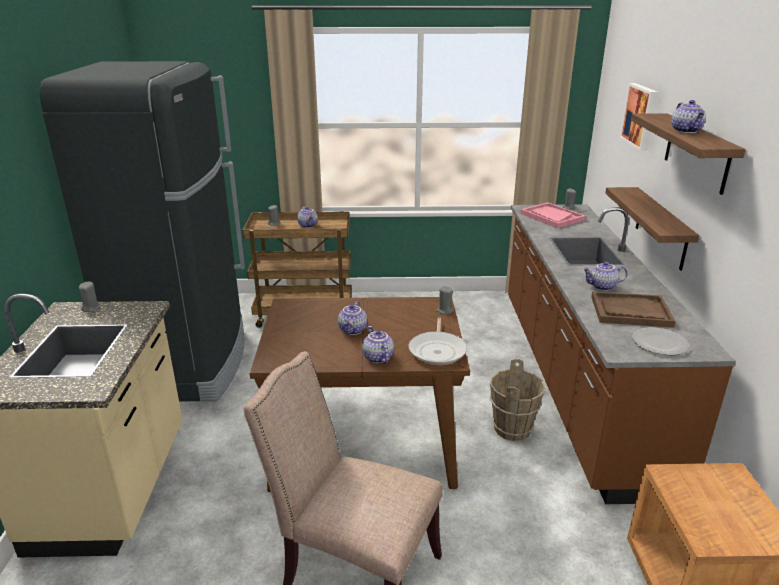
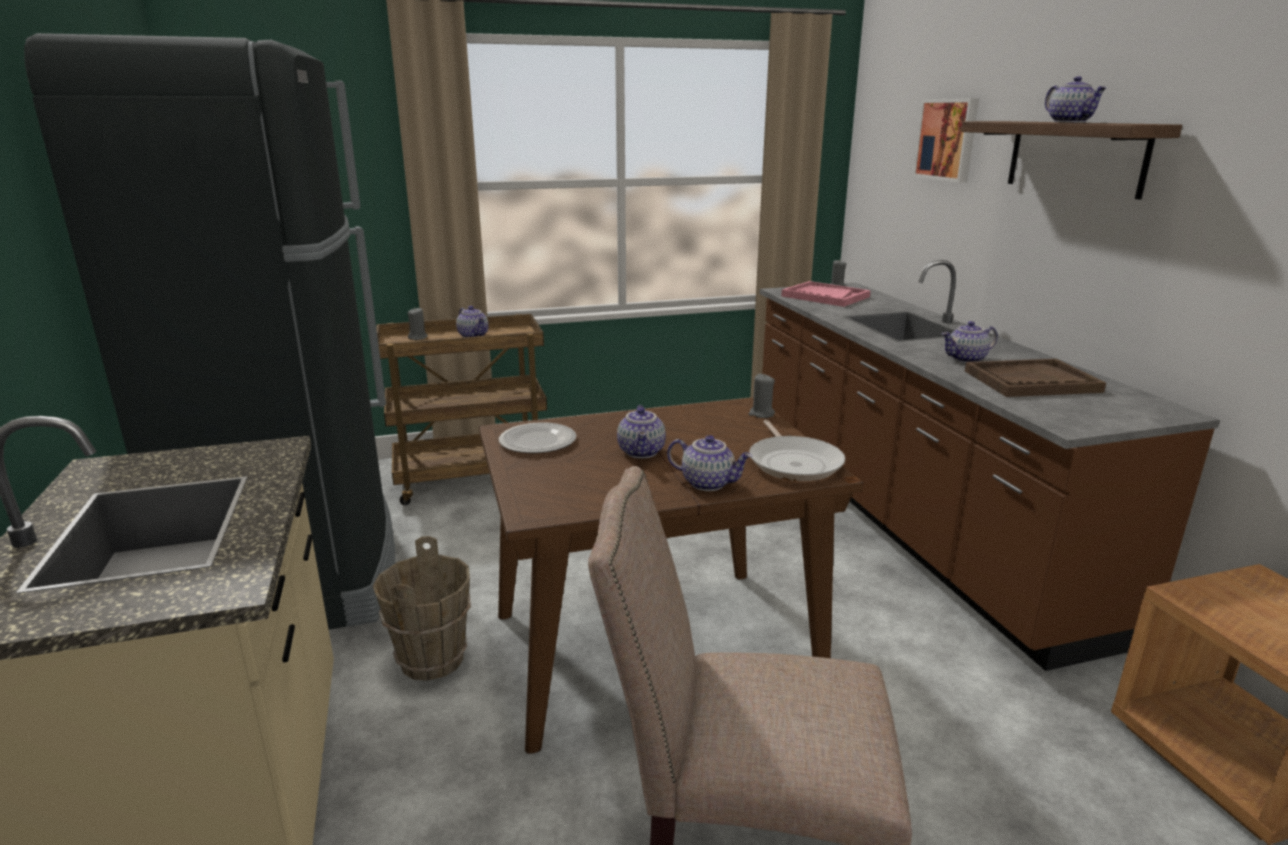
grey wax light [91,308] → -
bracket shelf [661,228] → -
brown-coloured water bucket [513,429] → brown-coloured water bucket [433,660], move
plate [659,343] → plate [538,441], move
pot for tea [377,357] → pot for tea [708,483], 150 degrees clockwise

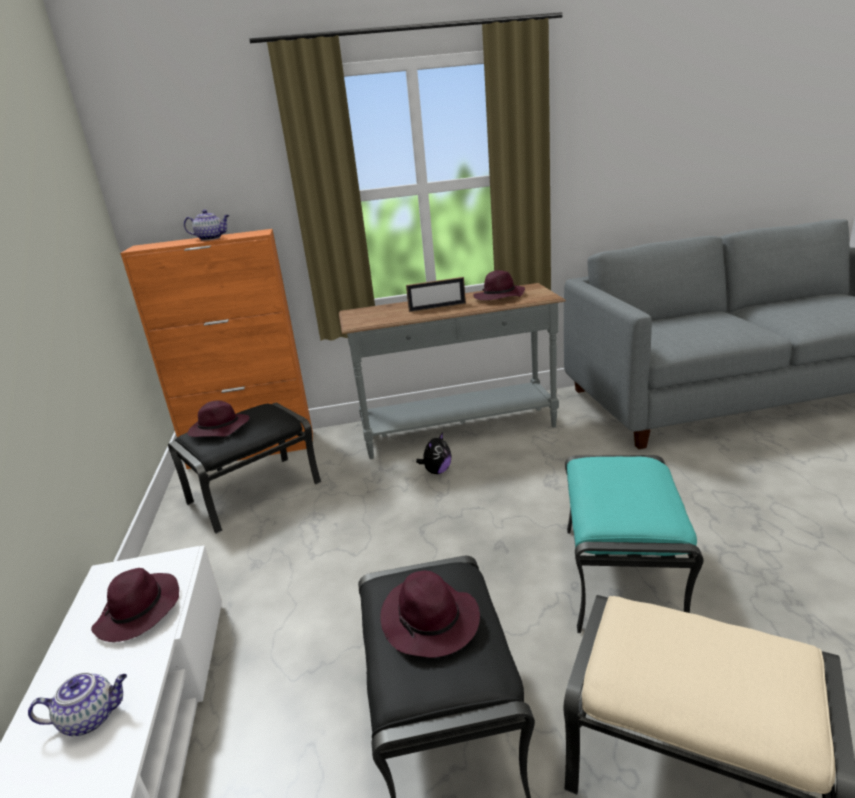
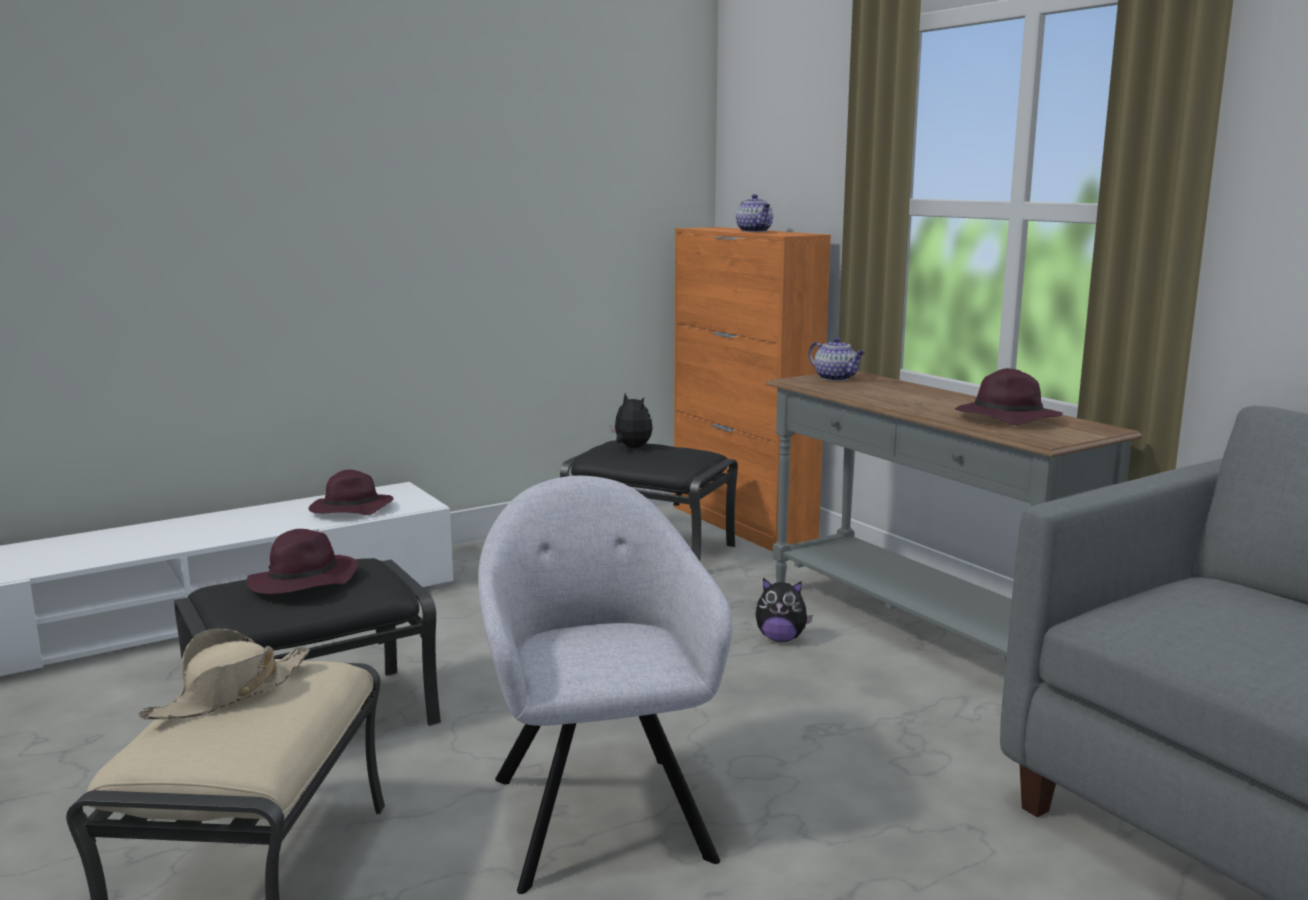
photo frame [437,307] → -
- → sand-coloured clothing hat [229,694]
pot for tea [91,717] → pot for tea [836,378], move
purple-coloured clothing hat [218,429] → soft toy [631,447]
turquoise-coloured ottoman [619,575] → grey lounge chair [598,810]

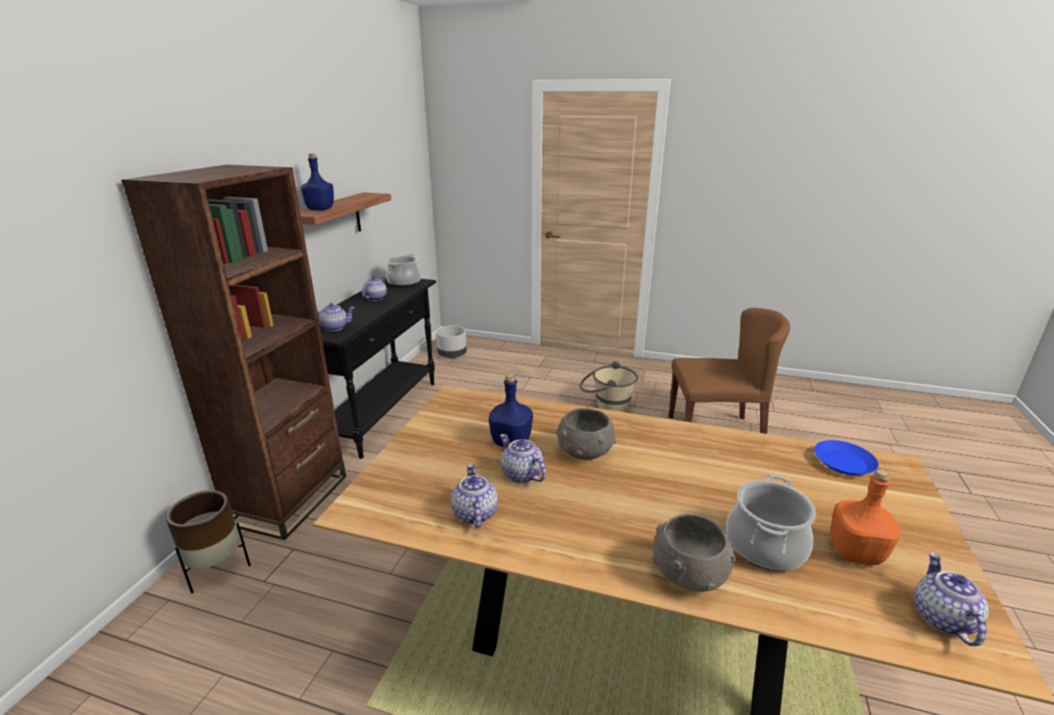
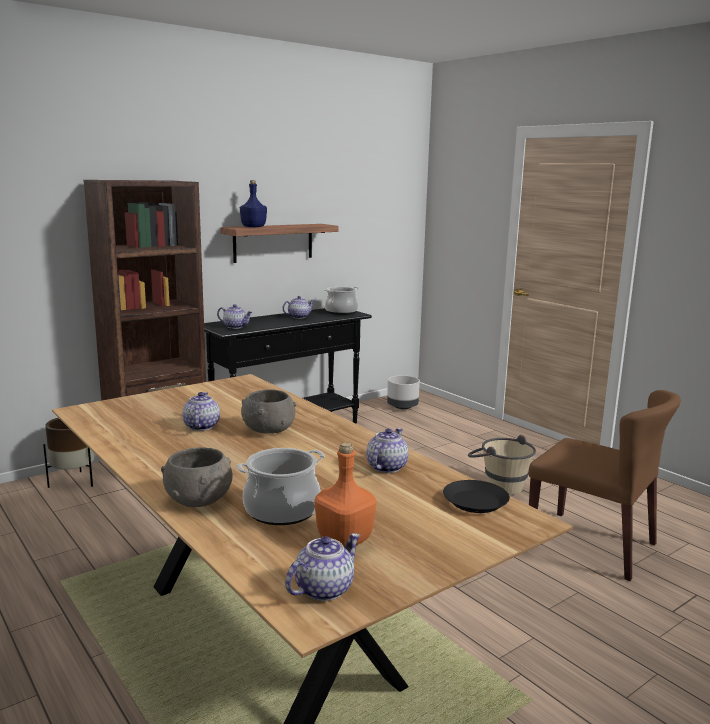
blue-coloured drink bottle [510,442] → -
pot for tea [474,513] → pot for tea [386,467], move
blue-coloured plate [843,463] → blackish plate [474,502]

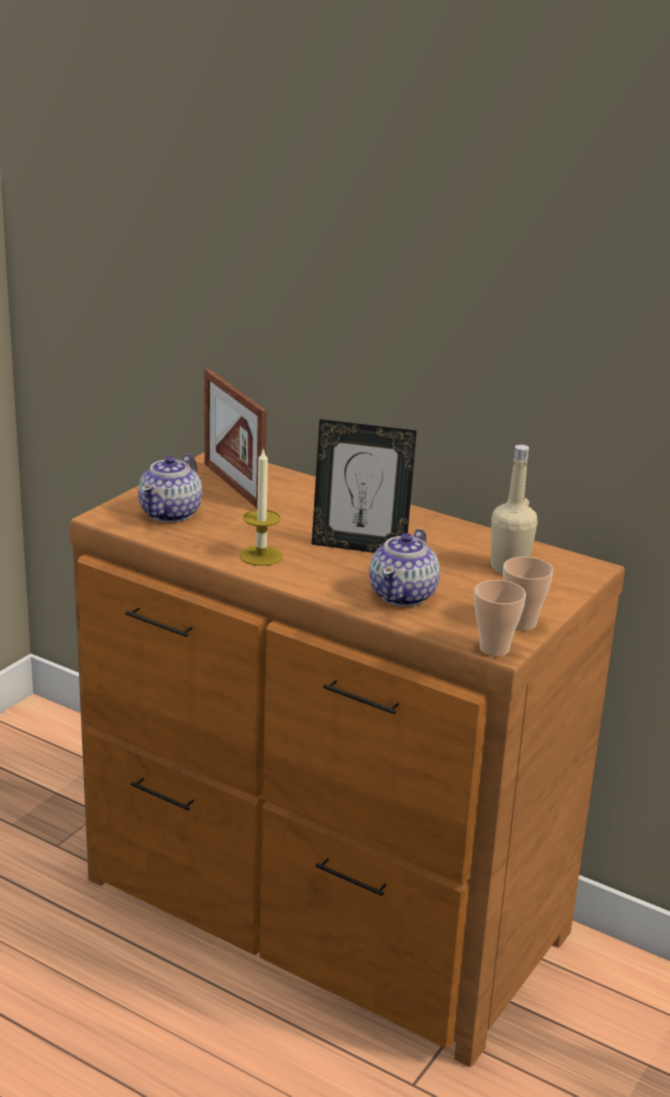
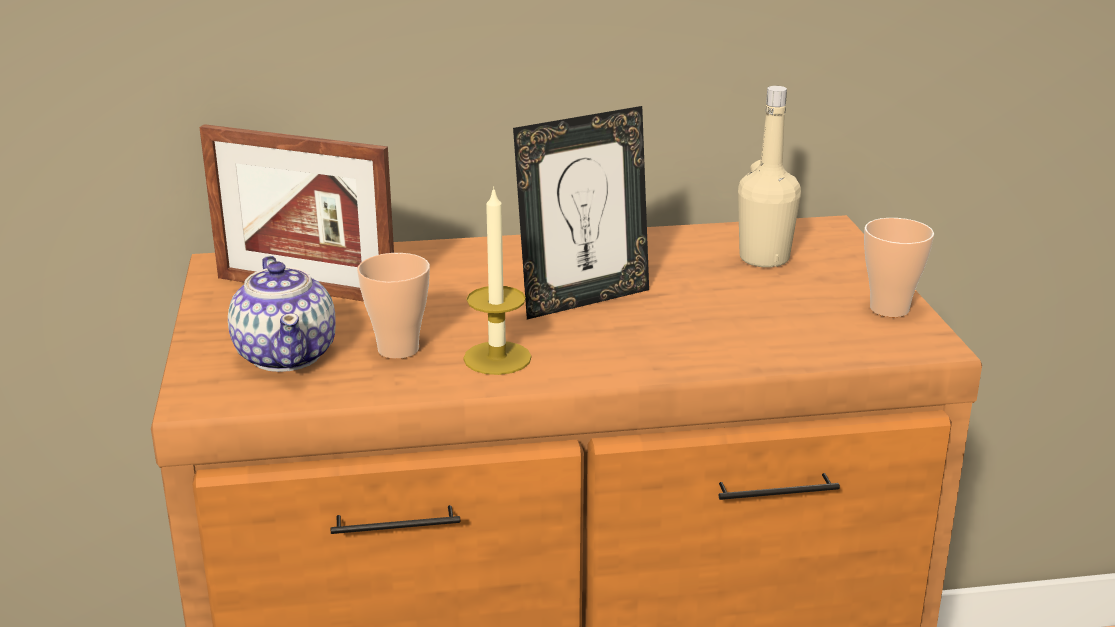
pot for tea [404,595] → -
drinking cup [494,649] → drinking cup [398,349], move

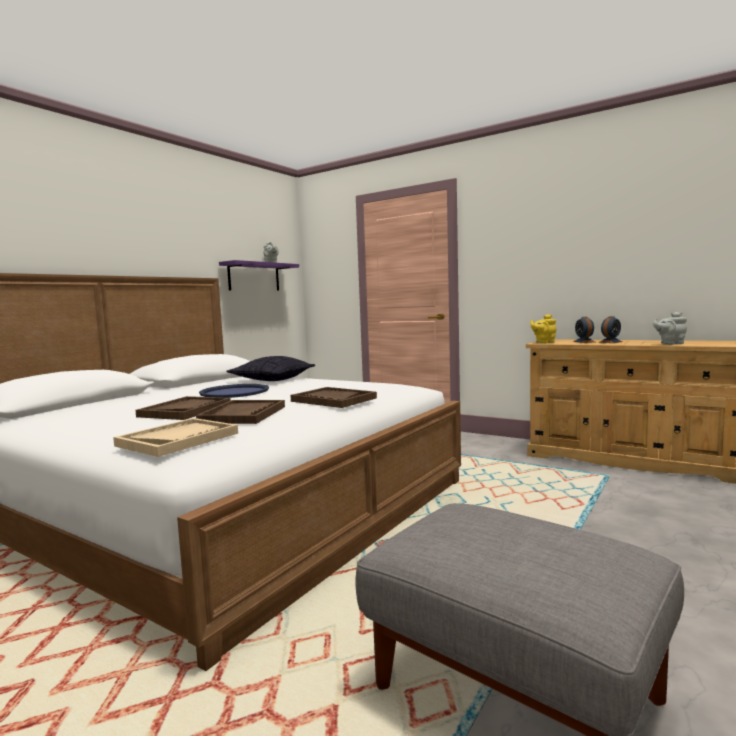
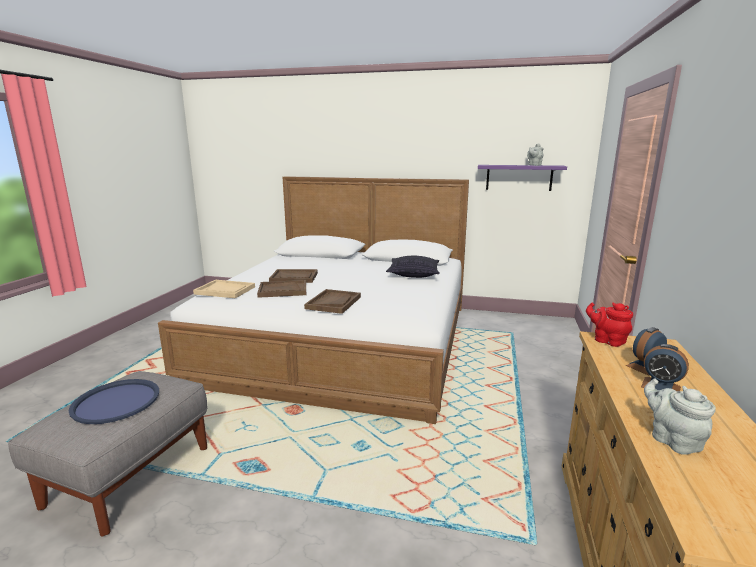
blue-coloured tray [234,392] → blue-coloured tray [116,402], move
yellow pot for tea [543,342] → reddish pot for tea [607,340]

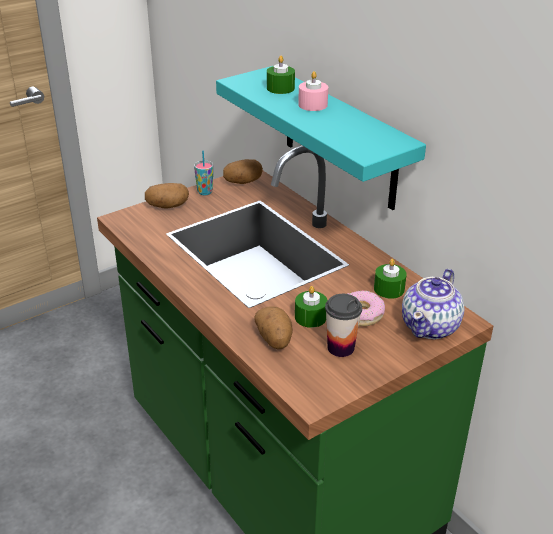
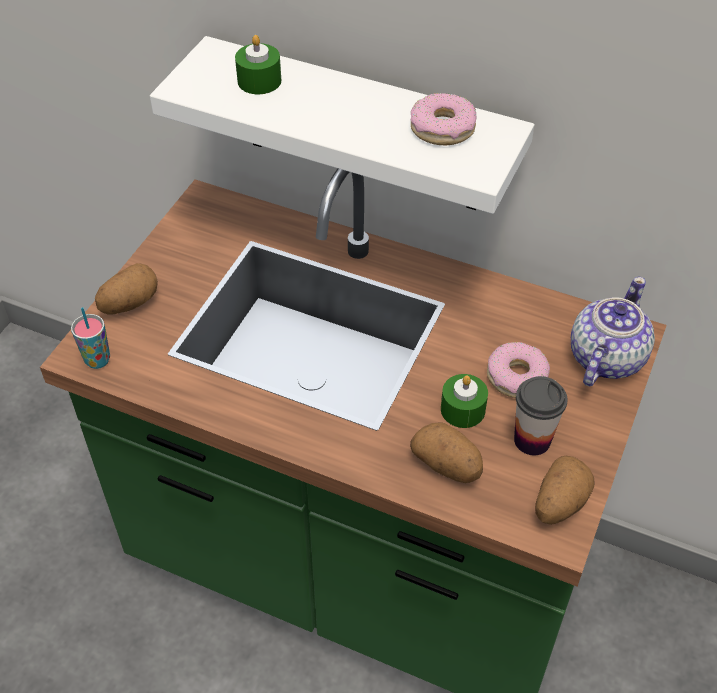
pink-coloured wax light [312,105] → -
green wax light [389,289] → -
- → donut [442,128]
drinking cup [205,192] → drinking cup [97,360], move
whole potato [243,182] → whole potato [559,503], move
turquoise-coloured bracket shelf [340,138] → whitish bracket shelf [362,127]
pot for tea [431,326] → pot for tea [605,358], 150 degrees counterclockwise

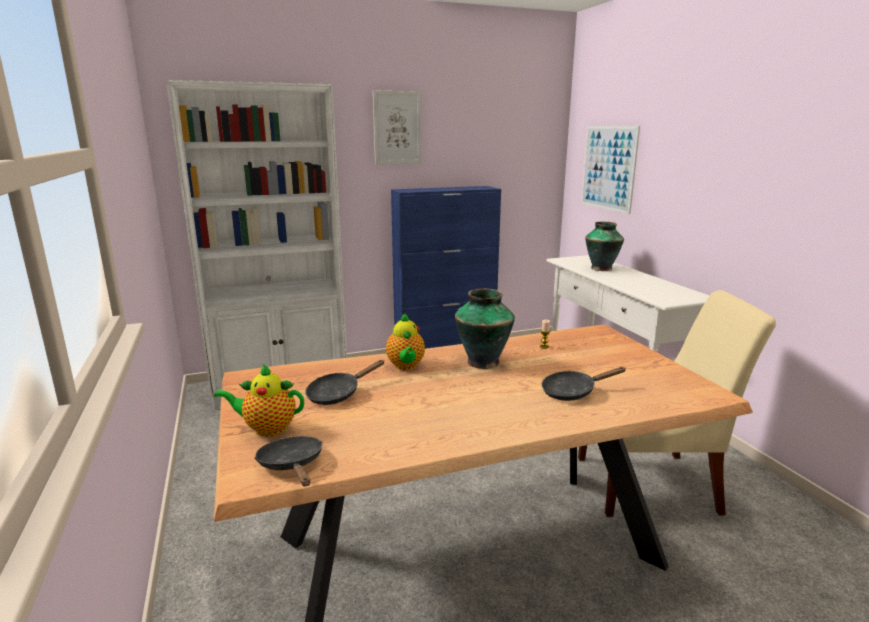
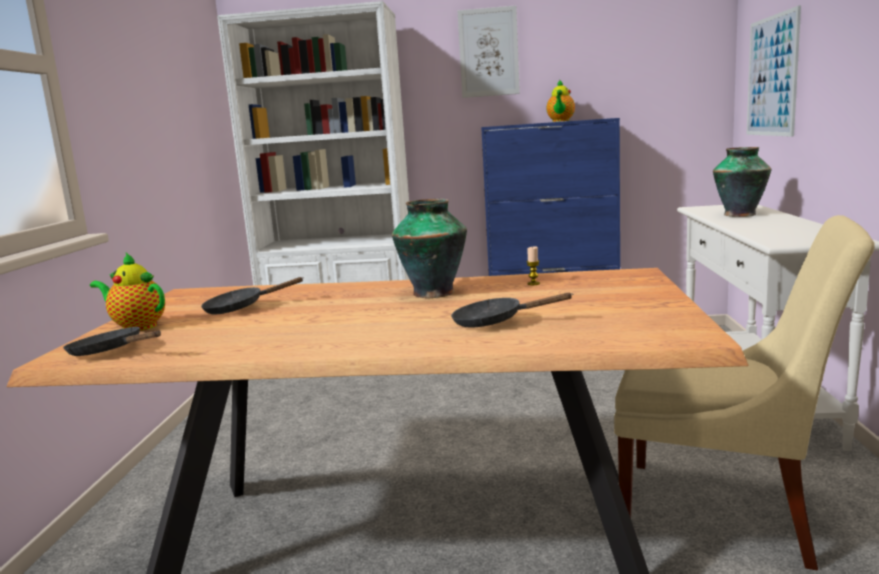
pot for tea [406,366] → pot for tea [560,121], move
blackish skillet [292,465] → blackish skillet [111,352], 60 degrees counterclockwise

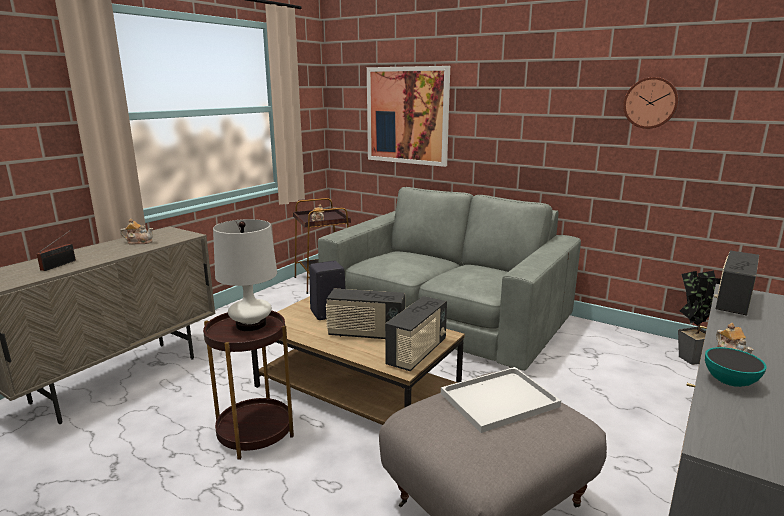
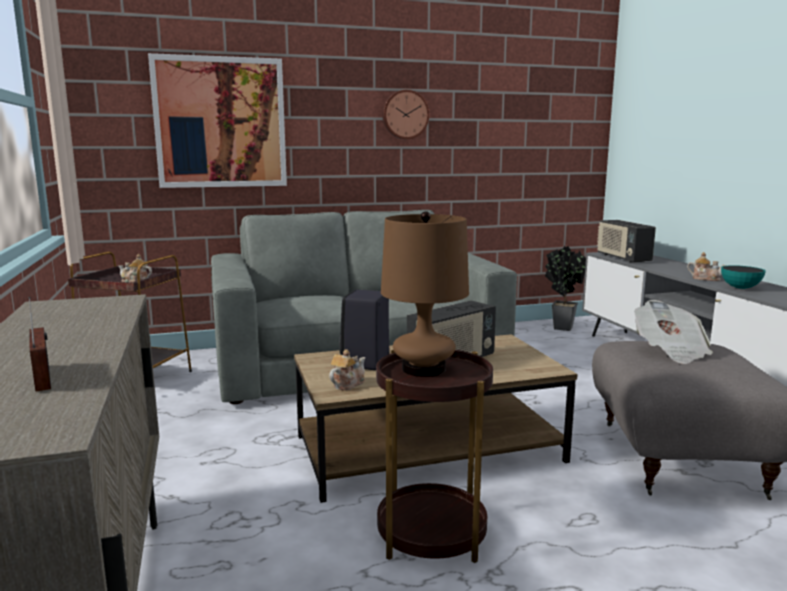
radio [417,353] → -
pot for tea [139,242] → pot for tea [347,384], move
hanging clock [651,103] → hanging clock [405,114], move
whitish tray [498,401] → daily paper [670,351]
whitish tabletop lamp [251,324] → brown-coloured tabletop lamp [424,369]

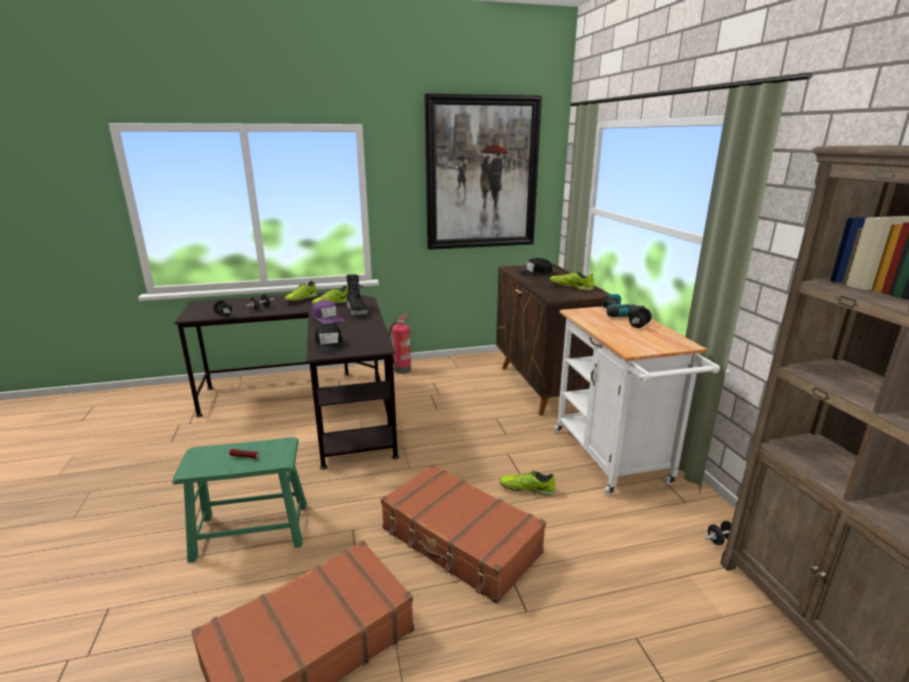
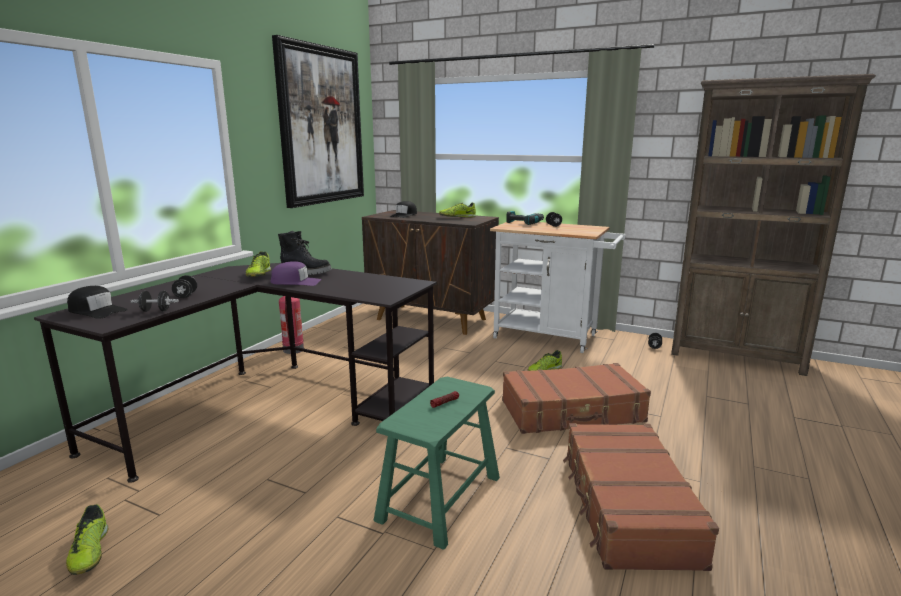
low shoe [301,299] → low shoe [89,552], move
blackish baseball cap [329,344] → blackish baseball cap [96,311], move

